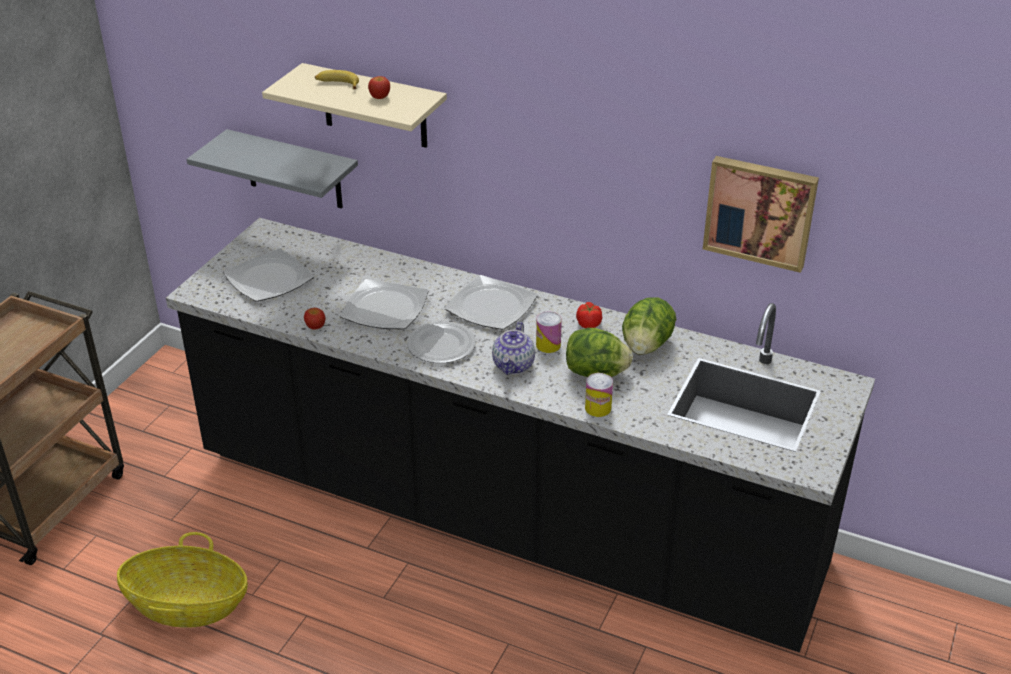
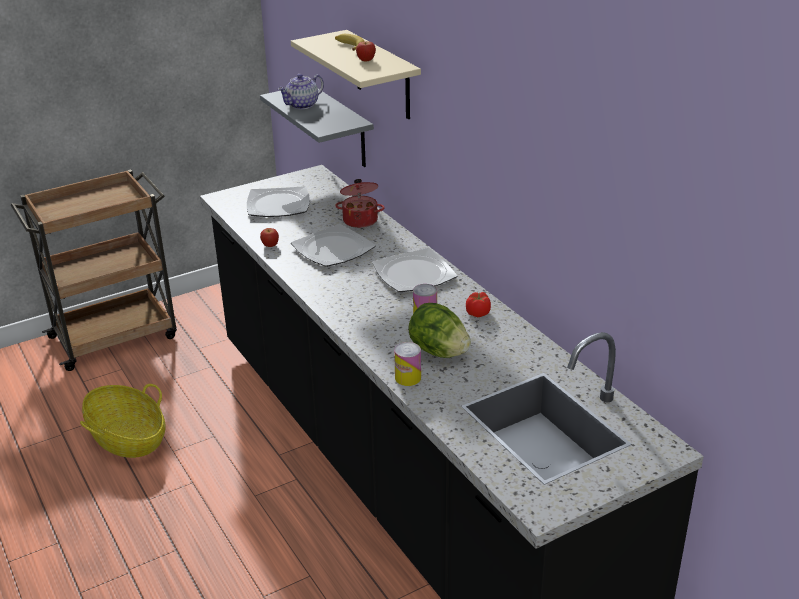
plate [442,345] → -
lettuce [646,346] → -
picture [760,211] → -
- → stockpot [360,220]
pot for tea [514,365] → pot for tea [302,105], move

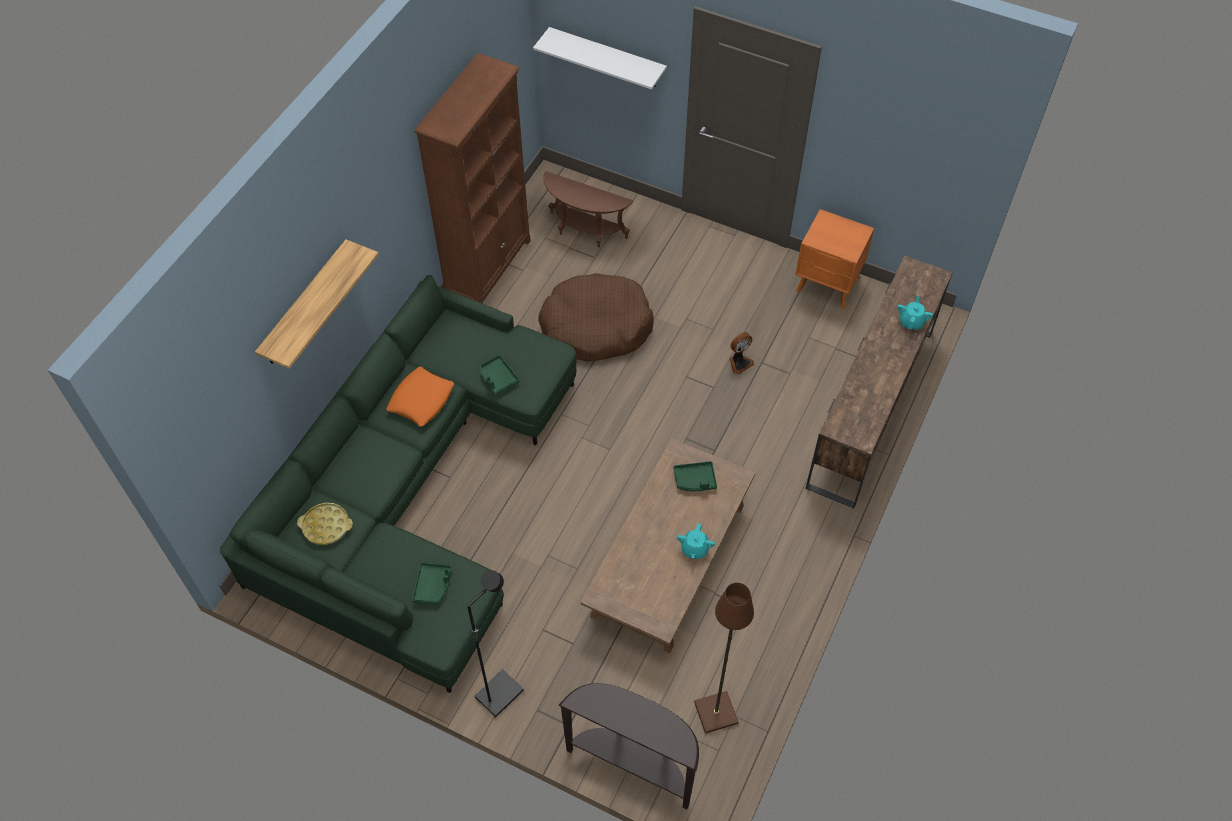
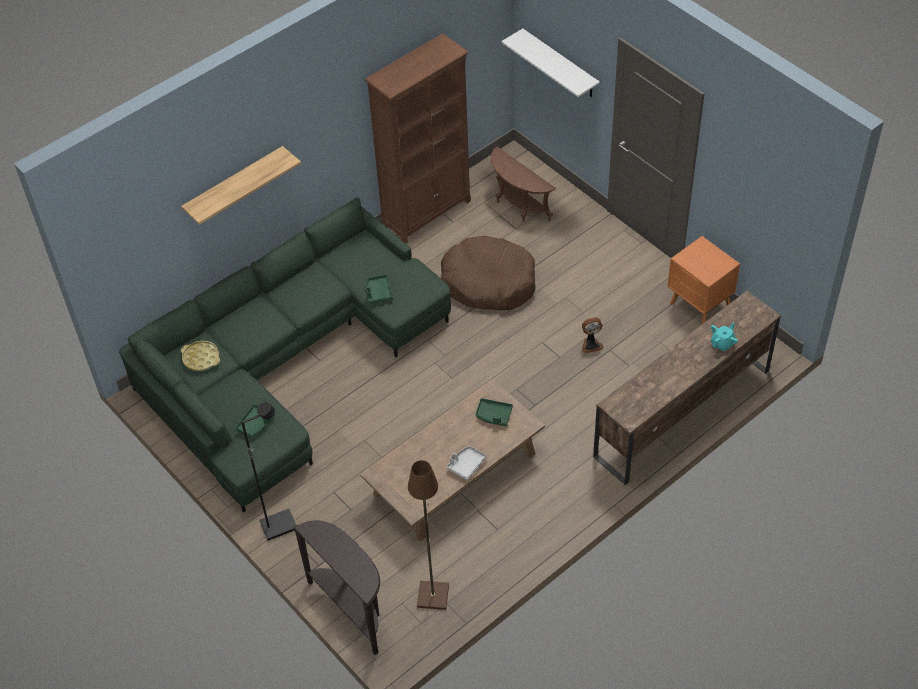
orange cushion [421,400] → -
turquoise-coloured pot for tea [694,549] → grey tray [466,465]

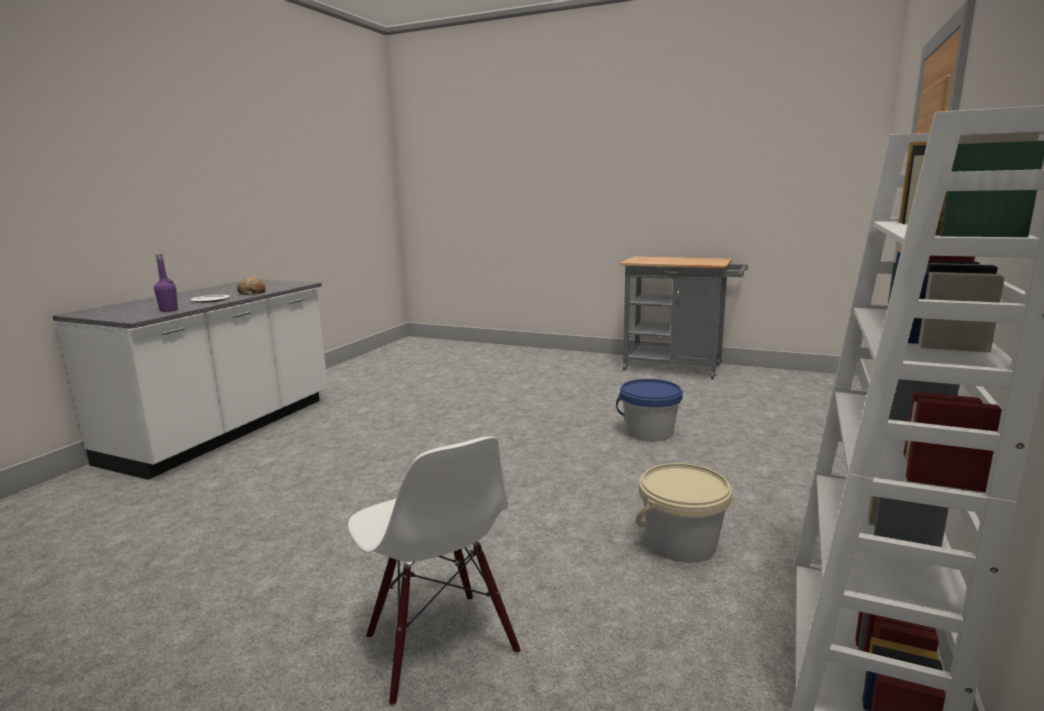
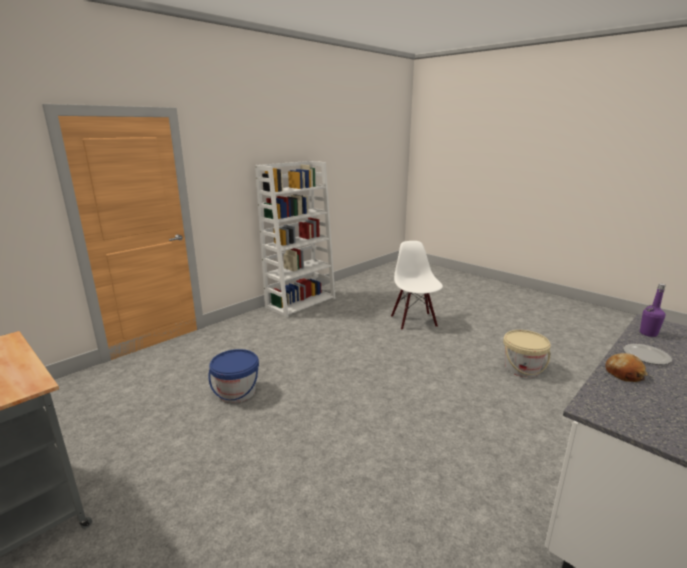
sand-coloured water bucket [681,543] → sand-coloured water bucket [522,368], move

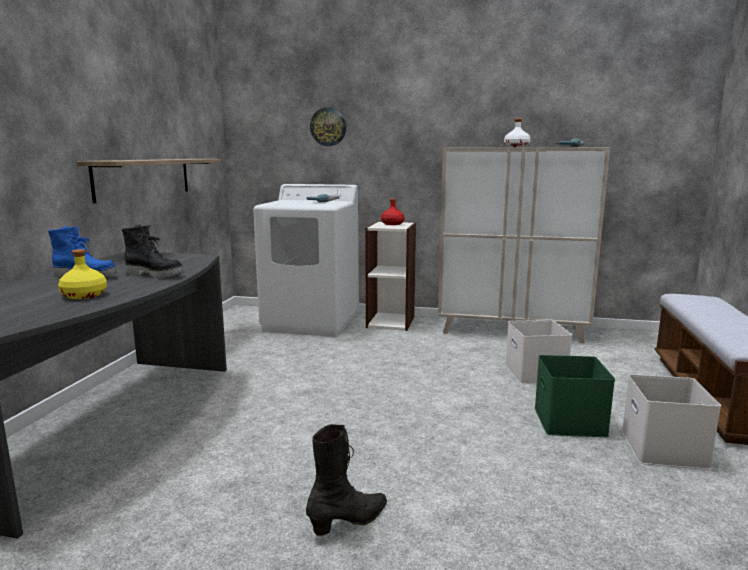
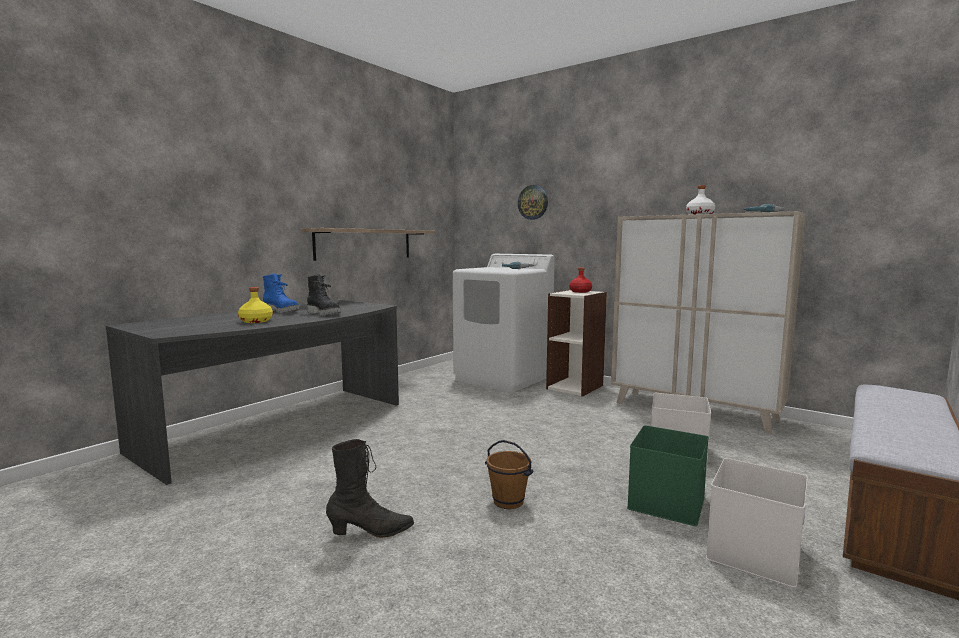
- → brown-coloured water bucket [508,502]

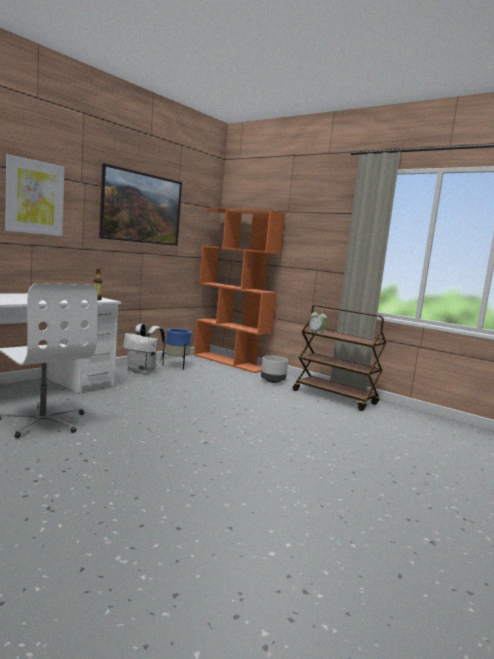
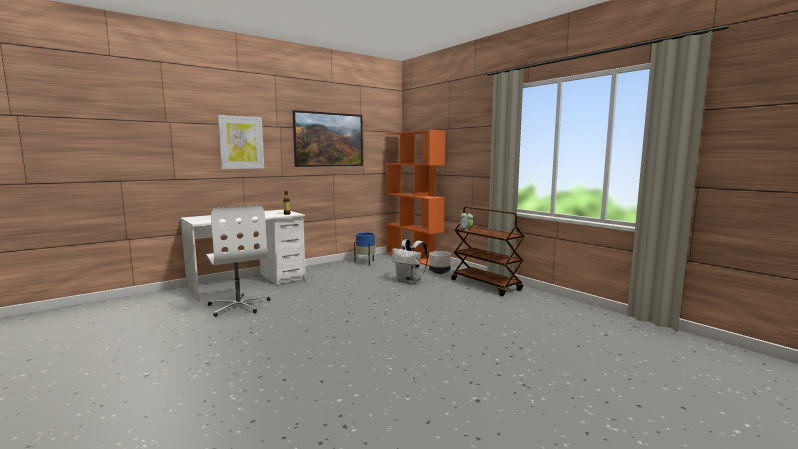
whitish backpack [143,371] → whitish backpack [409,281], move

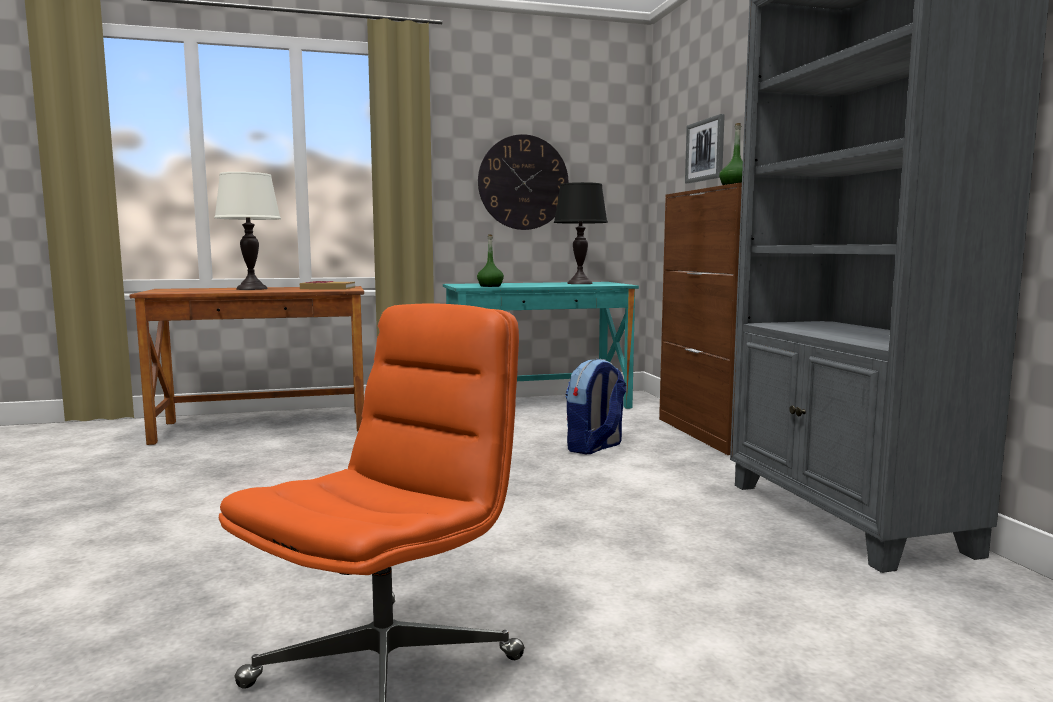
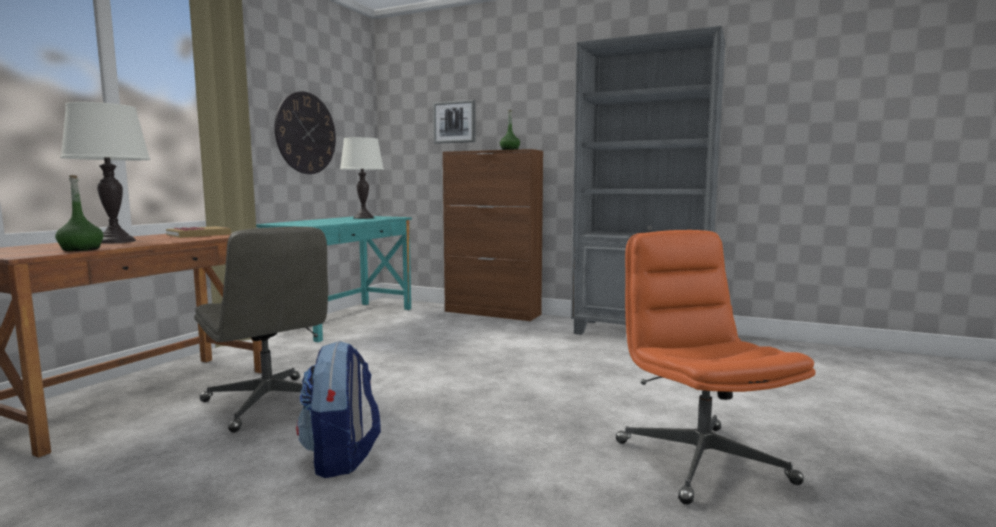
- → grey desk chair [269,403]
green drink bottle [490,286] → green drink bottle [81,249], move
backpack [595,447] → backpack [341,457], move
blackish tabletop lamp [579,283] → whitish tabletop lamp [363,218]

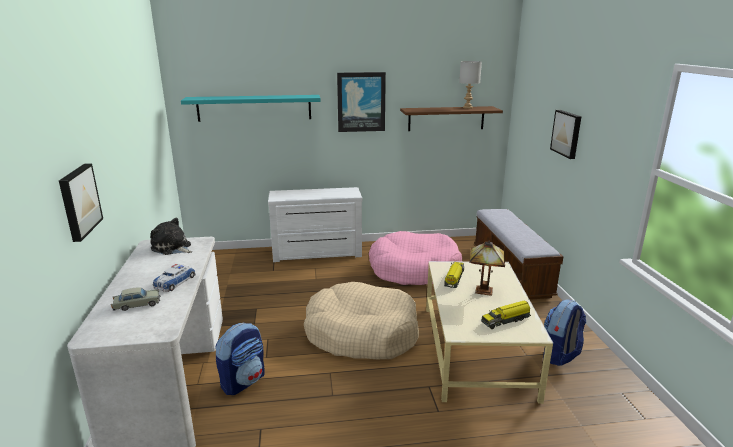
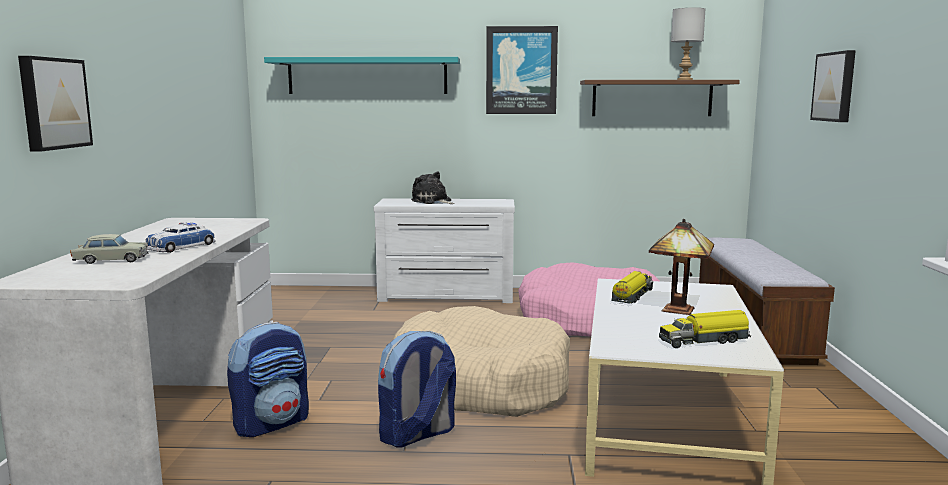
soft toy [172,248] → soft toy [432,201], move
backpack [559,355] → backpack [417,435], move

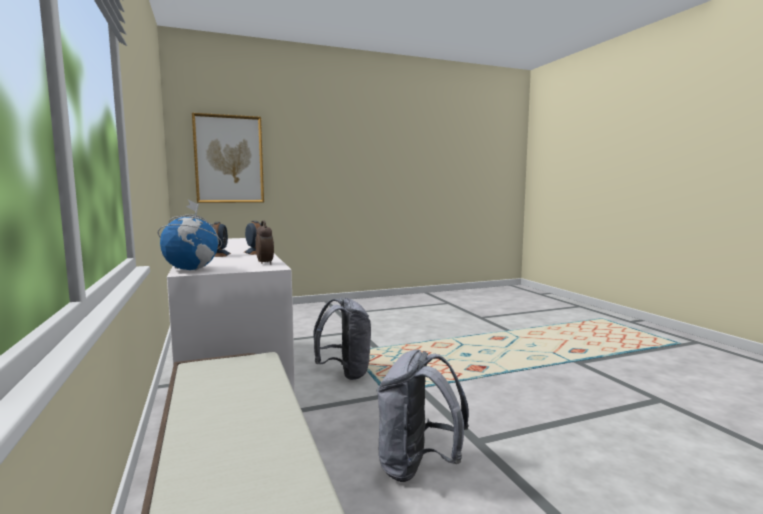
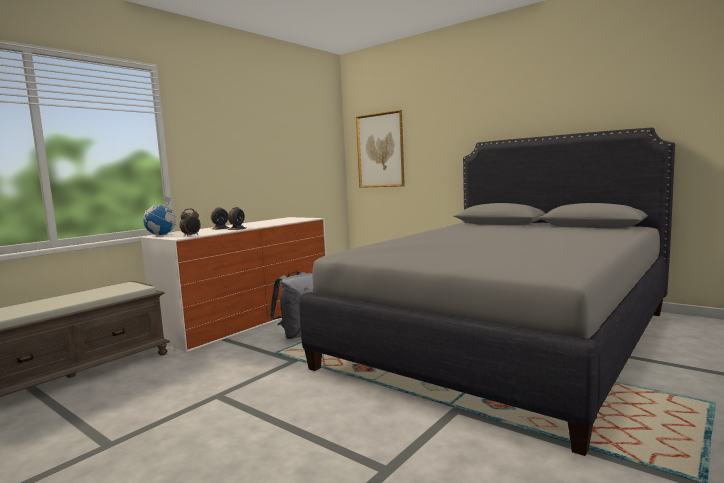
grey backpack [418,467] → -
- → grey bedroom bed [503,338]

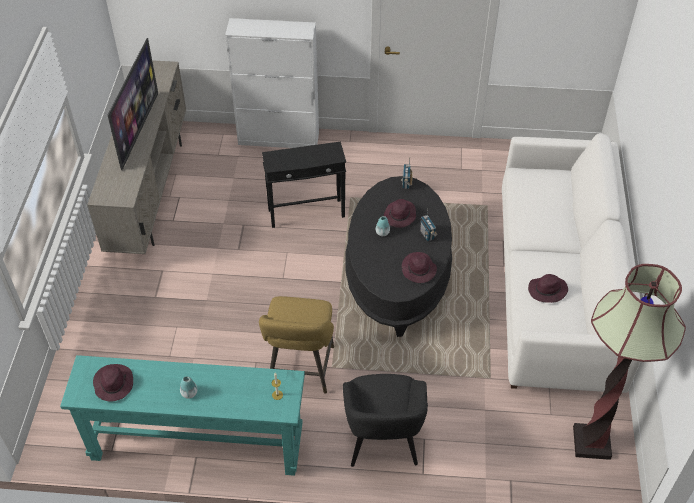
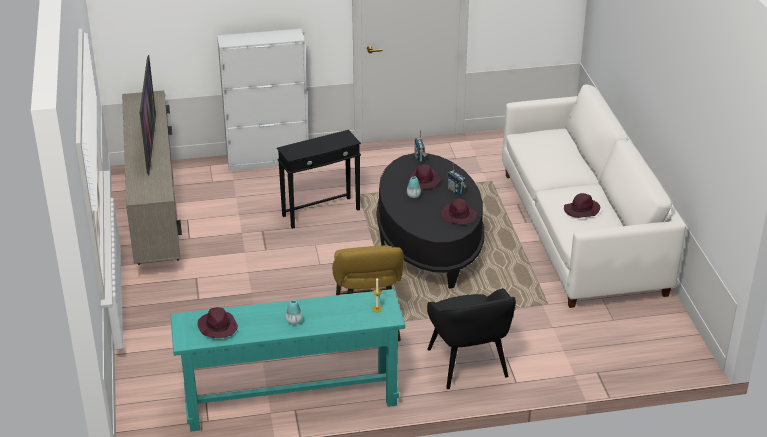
standing lamp [591,443] → -

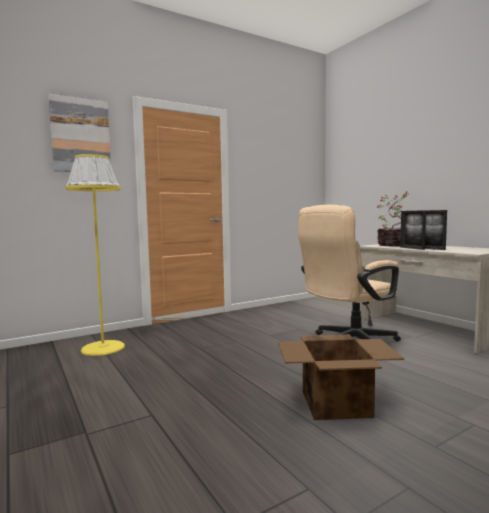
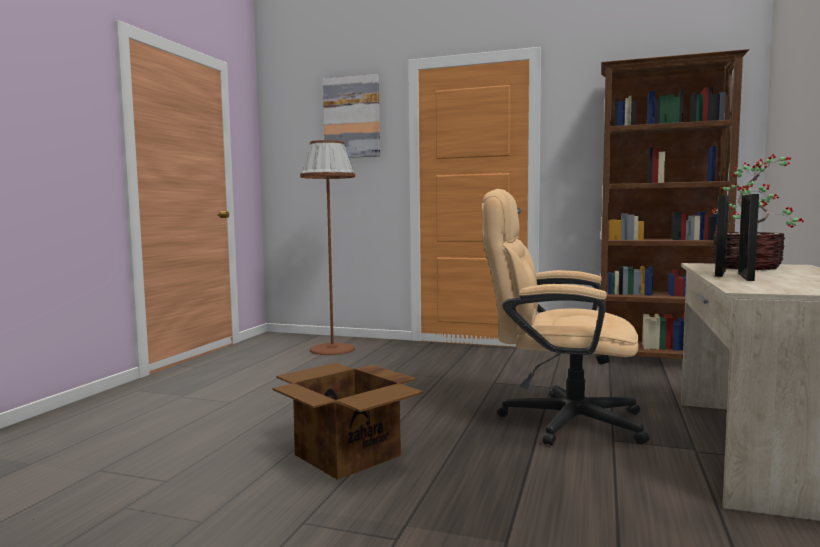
- → brown-coloured bookcase [660,362]
yellow standing lamp [103,348] → brown-coloured standing lamp [332,349]

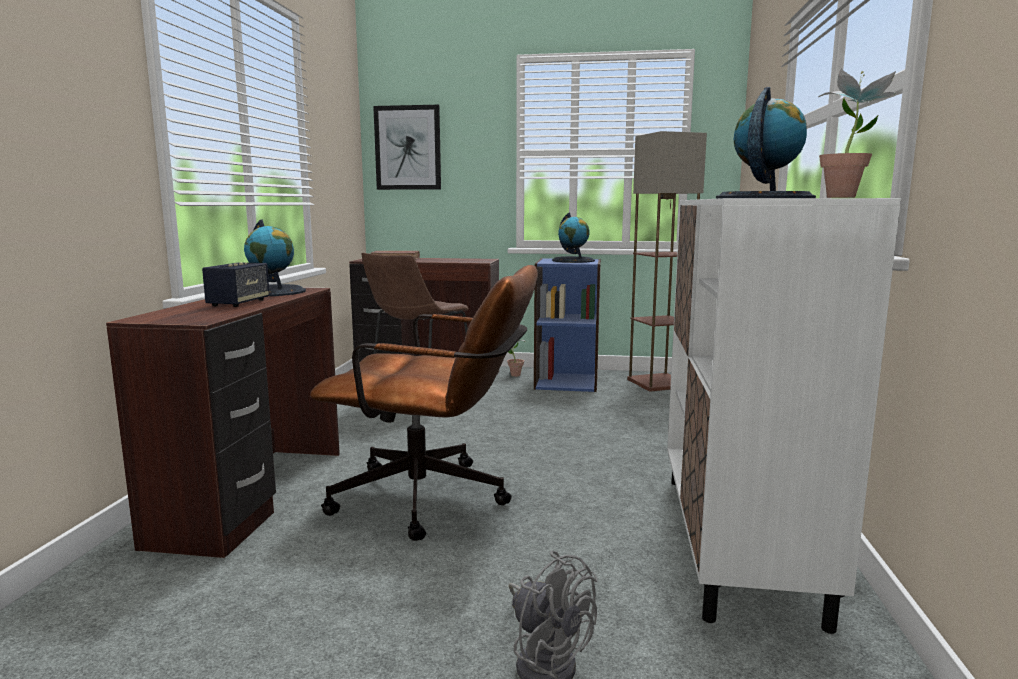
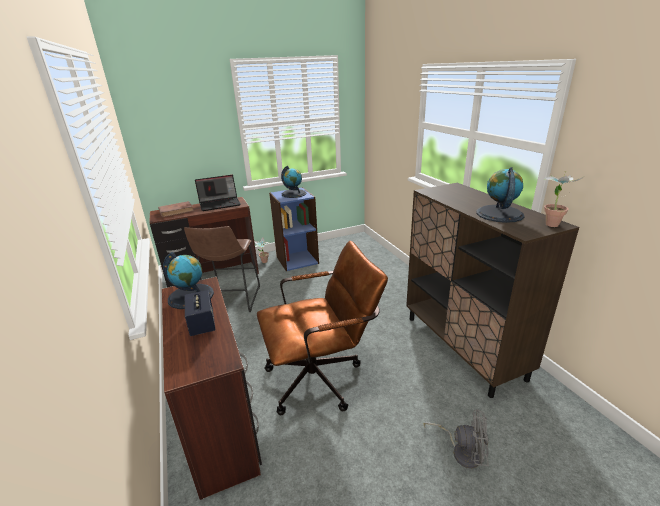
picture [408,148] → -
standing lamp [659,383] → -
- → portable computer [220,204]
whitish cabinet [736,542] → brown-coloured cabinet [463,347]

